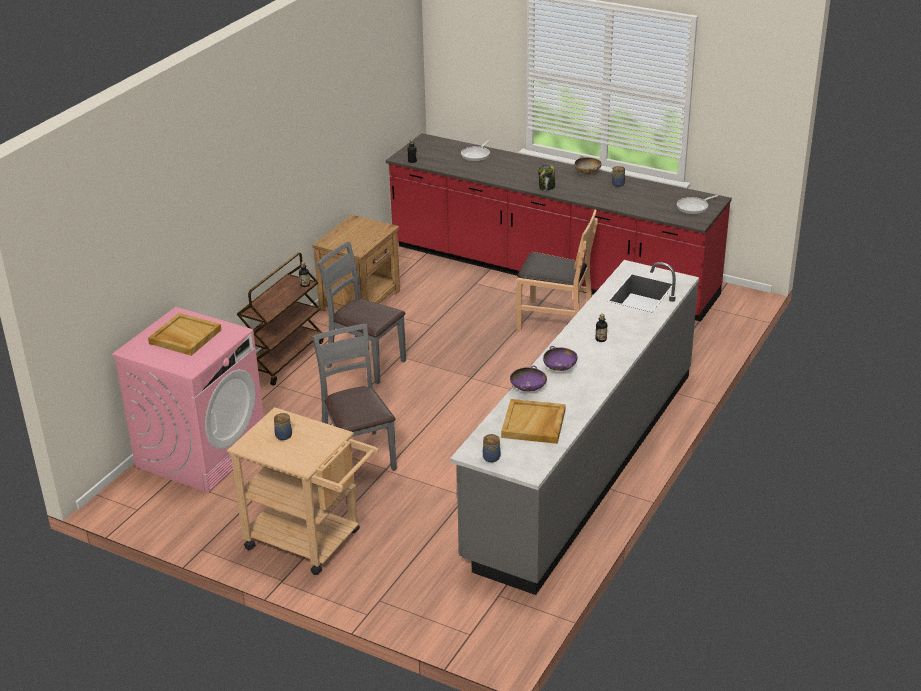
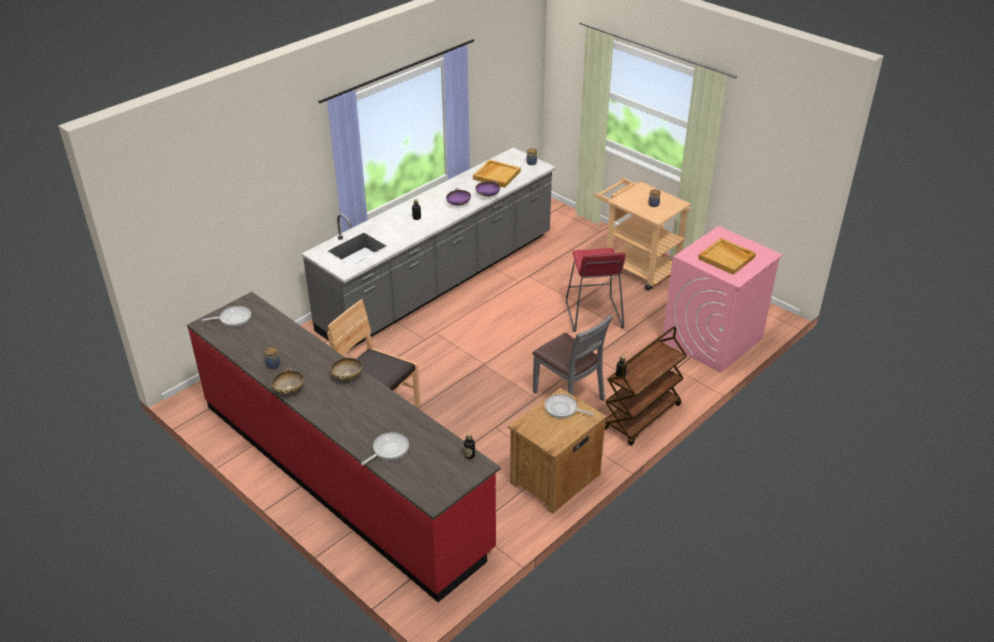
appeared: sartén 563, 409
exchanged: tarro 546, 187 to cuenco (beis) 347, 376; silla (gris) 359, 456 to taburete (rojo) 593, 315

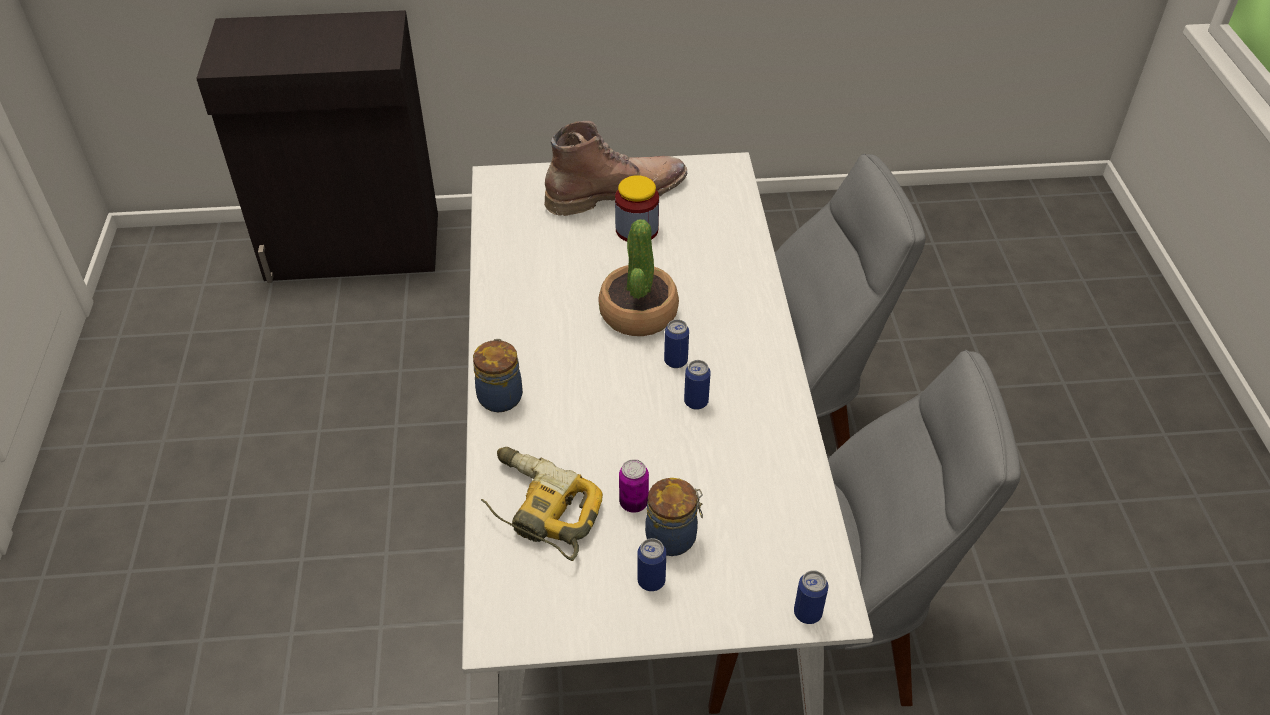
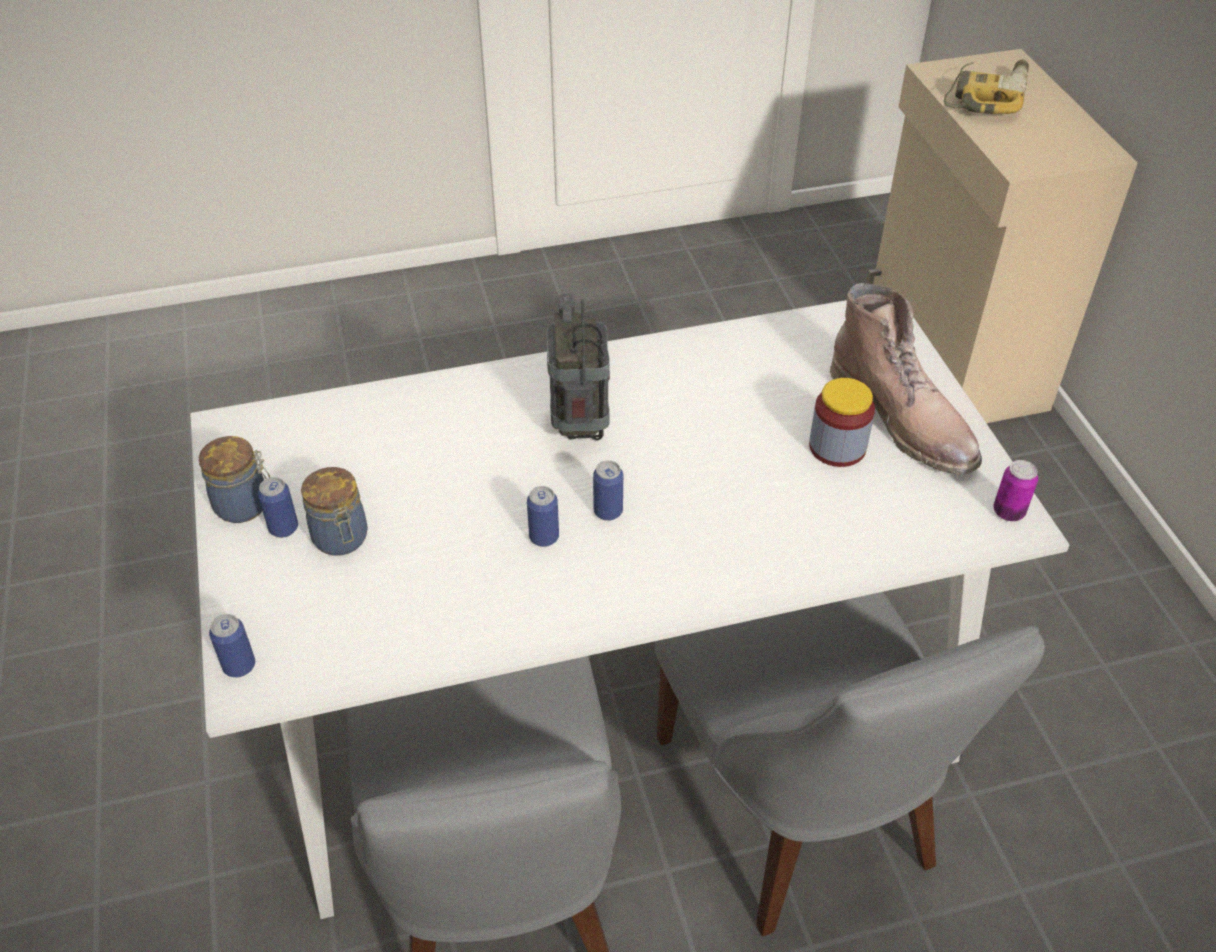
missing: planta en maceta 638, 313
appeared: radio 580, 426
relocated: tarro 500, 396 to 244, 505; taladro 537, 510 to 986, 96; lata 633, 503 to 1008, 512
colour: armario (negro) 354, 248 to armario (beis) 952, 357

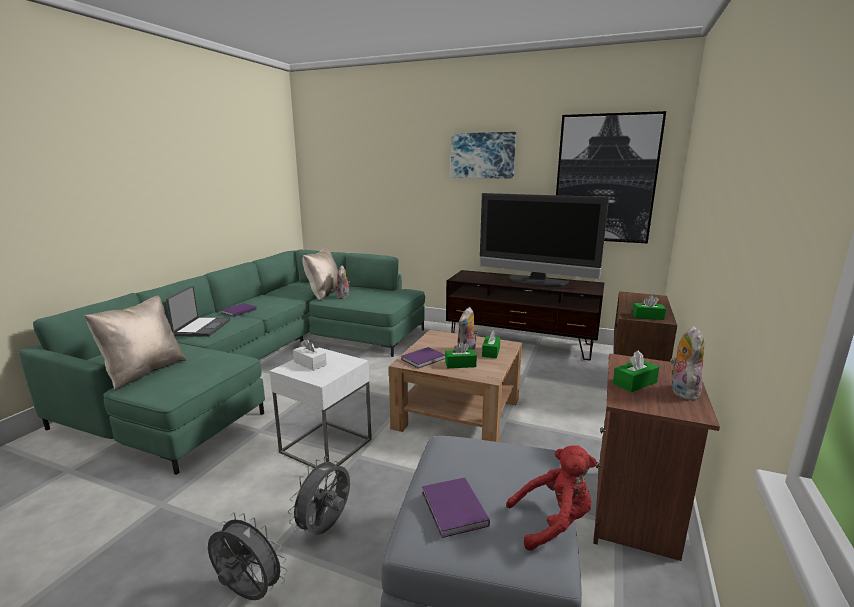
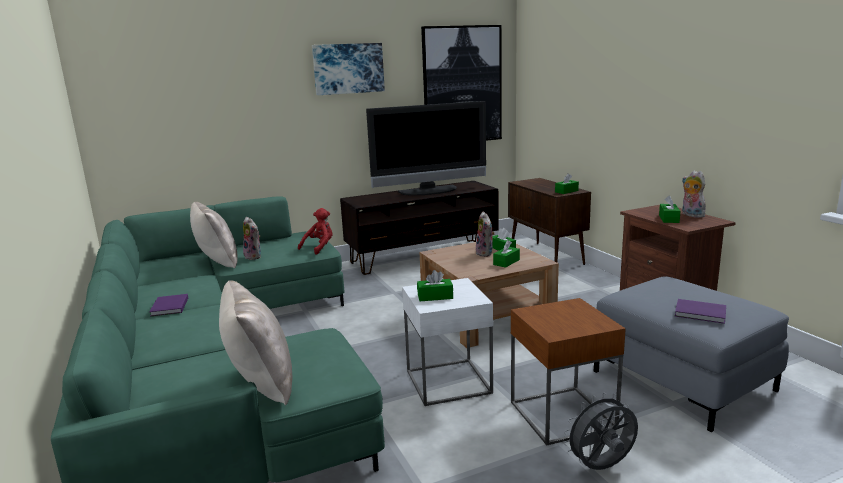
missing: portátil 201, 328; libro (morado) 424, 359
relocated: peluche (rojo) 553, 523 to 319, 247
exchanged: ventilador (gris) 326, 528 to mesa auxiliar (marrón) 562, 414
colour: caja de pañuelos (blanco) 310, 363 to caja de pañuelos (verde) 435, 296

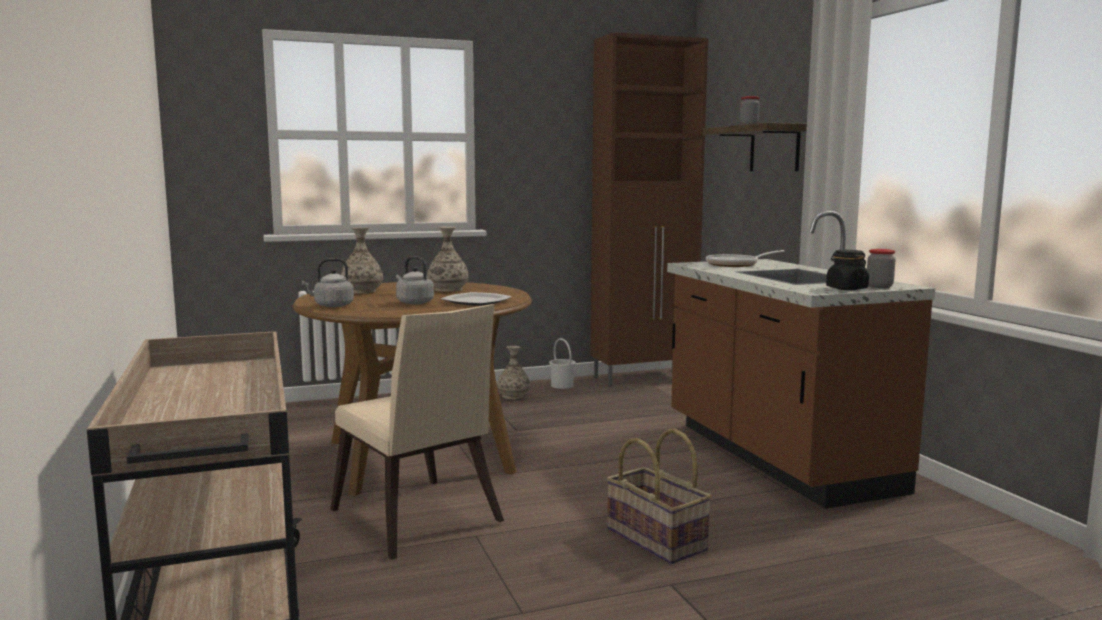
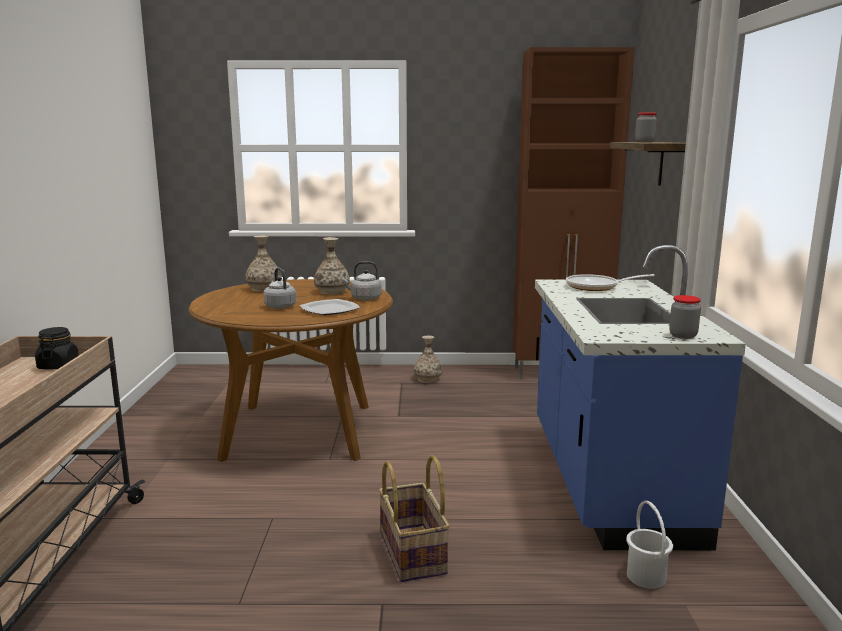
missing: silla (beis) 418, 521
relocated: tarro (negro) 846, 288 to 58, 366; hervidor (gris) 331, 306 to 364, 298; cubo (blanco) 562, 385 to 646, 576
colour: mueble bajo de cocina (marrón) 776, 457 to mueble bajo de cocina (azul) 607, 481

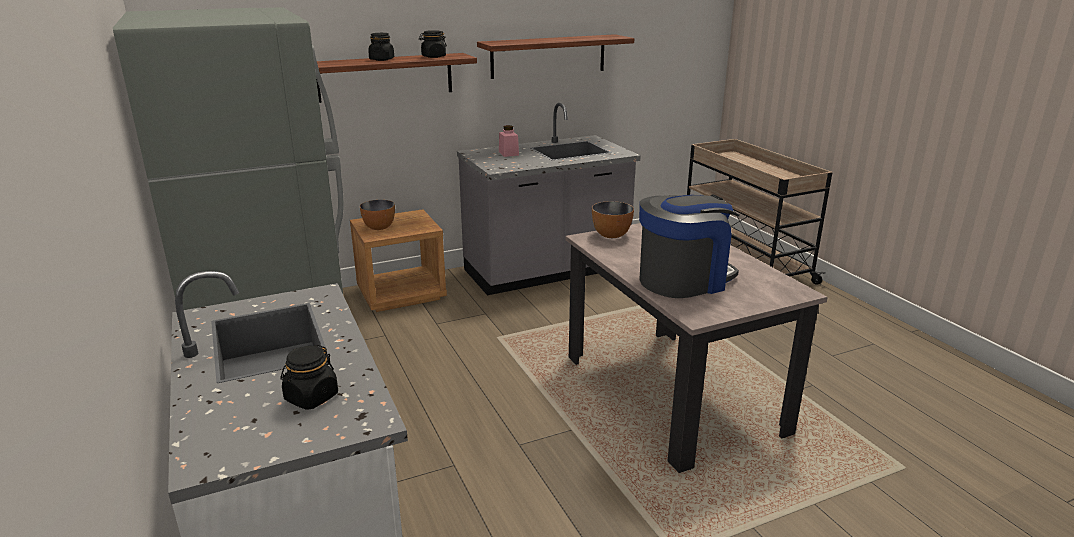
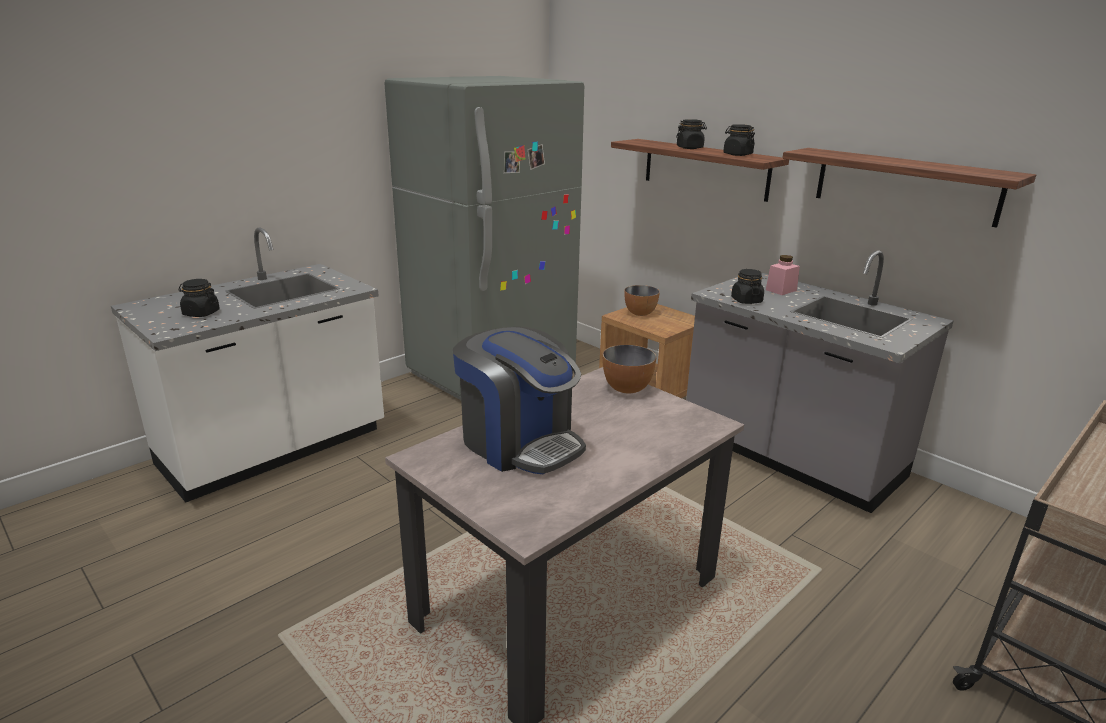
appeared: tarro (negro) 746, 300

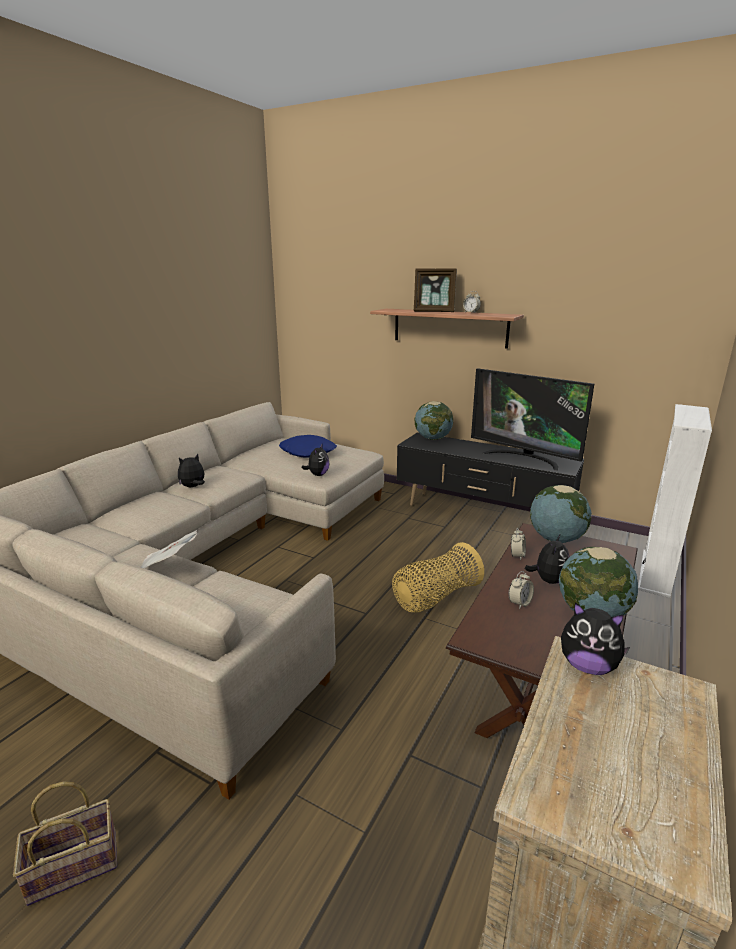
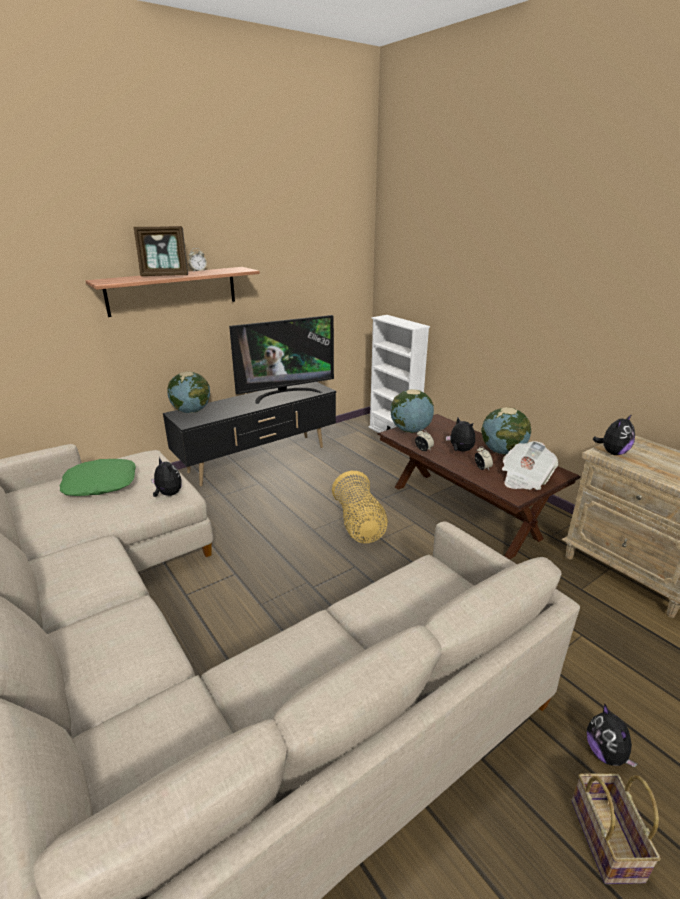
relocated: peluche 193, 487 to 606, 753; periódico 169, 565 to 524, 479
colour: cojín (azul) 308, 452 to cojín (verde) 101, 484
spun: portarretratos 434, 312 = 165, 275 45 degrees clockwise

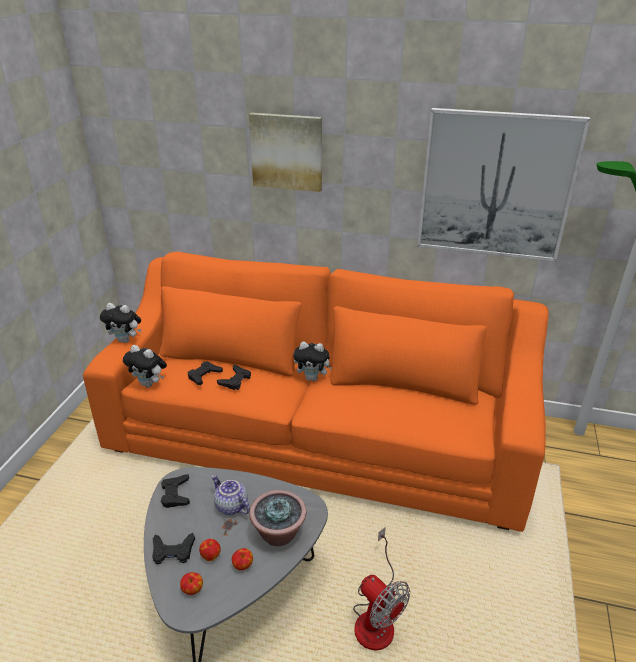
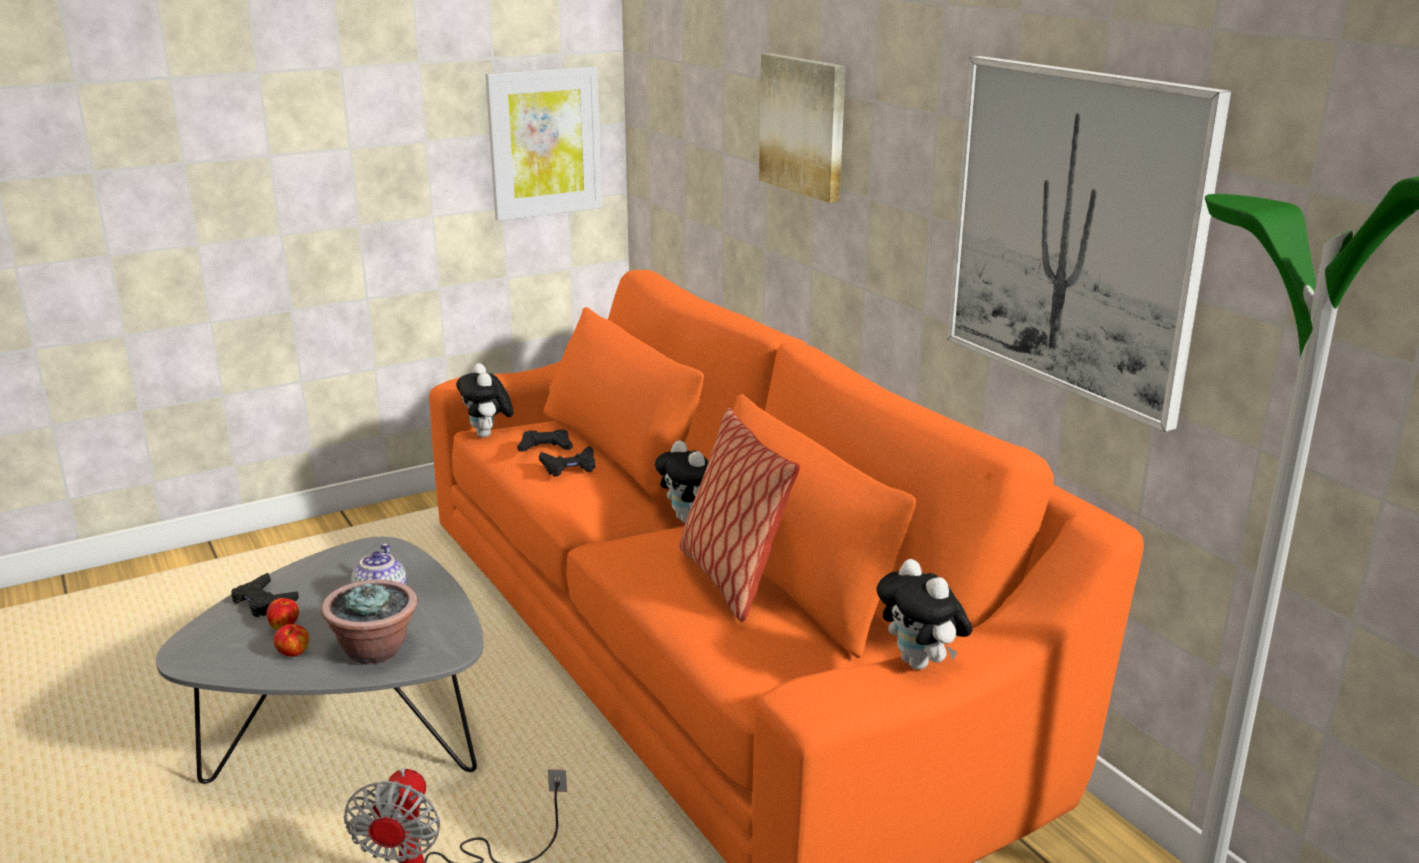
missing: mando de consola (negro) 175, 494; manzana 192, 590
appeared: cuadro 544, 142; cojín 731, 579
relocated: peluche 126, 340 to 921, 664

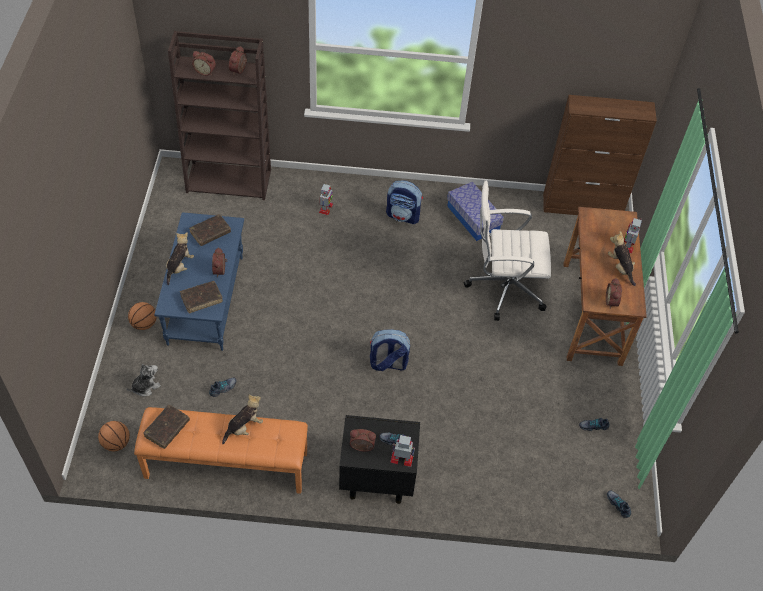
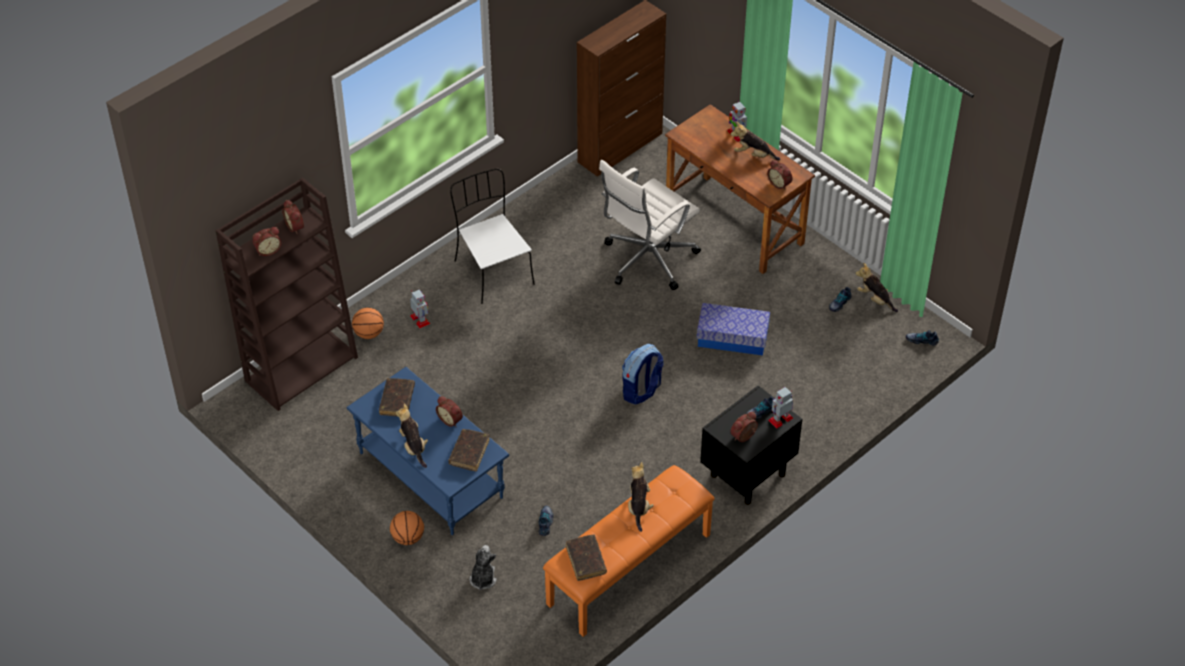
appeared: peluche 875, 299
relocated: caja de almacenaje 473, 218 to 732, 338; balón de baloncesto 116, 443 to 369, 333
exchanged: mochila 403, 215 to silla (blanco) 492, 271

